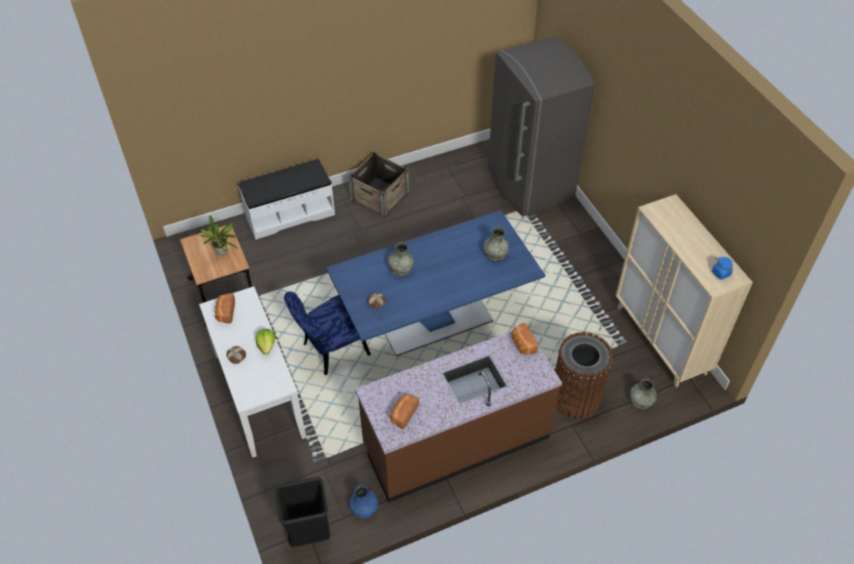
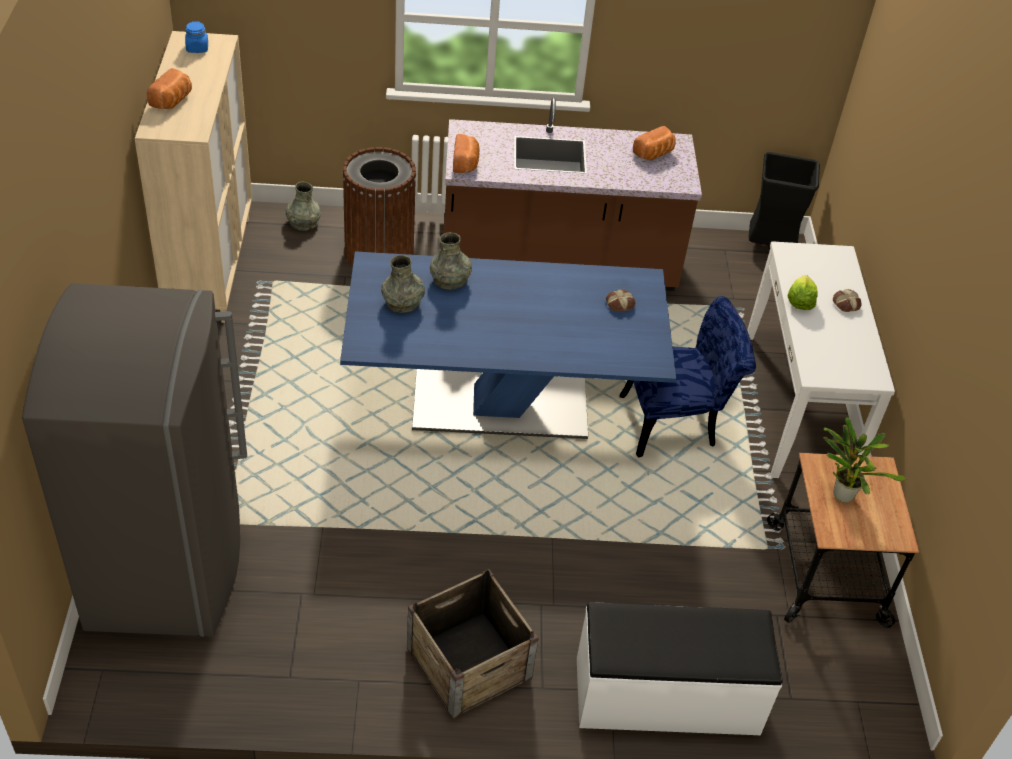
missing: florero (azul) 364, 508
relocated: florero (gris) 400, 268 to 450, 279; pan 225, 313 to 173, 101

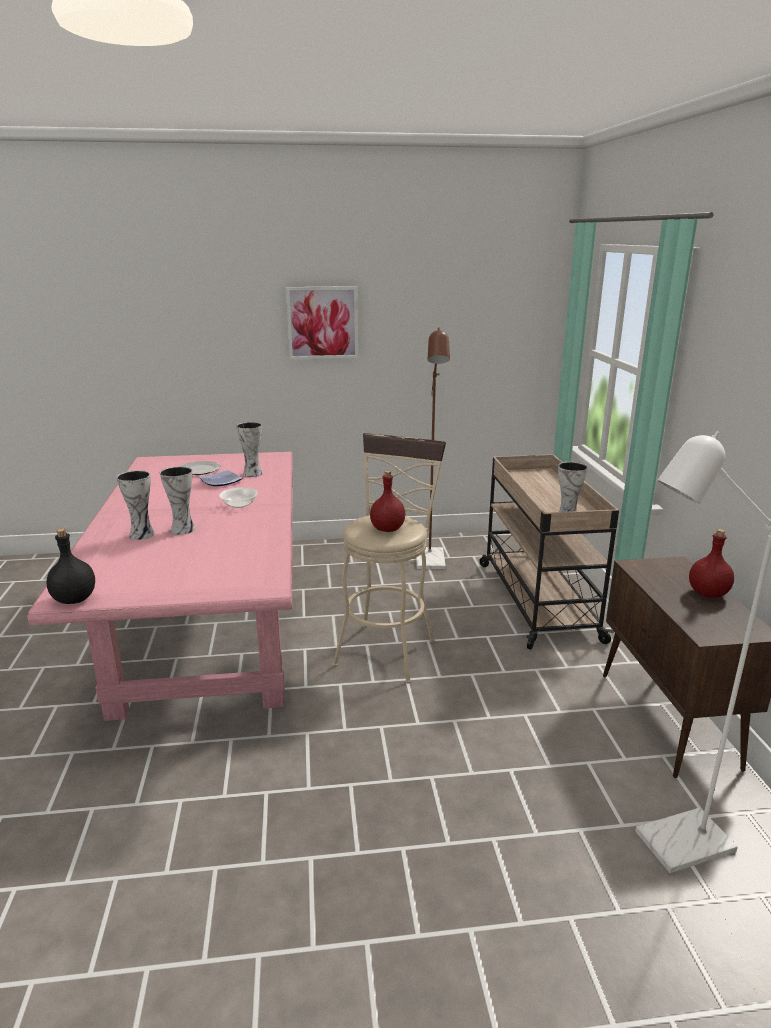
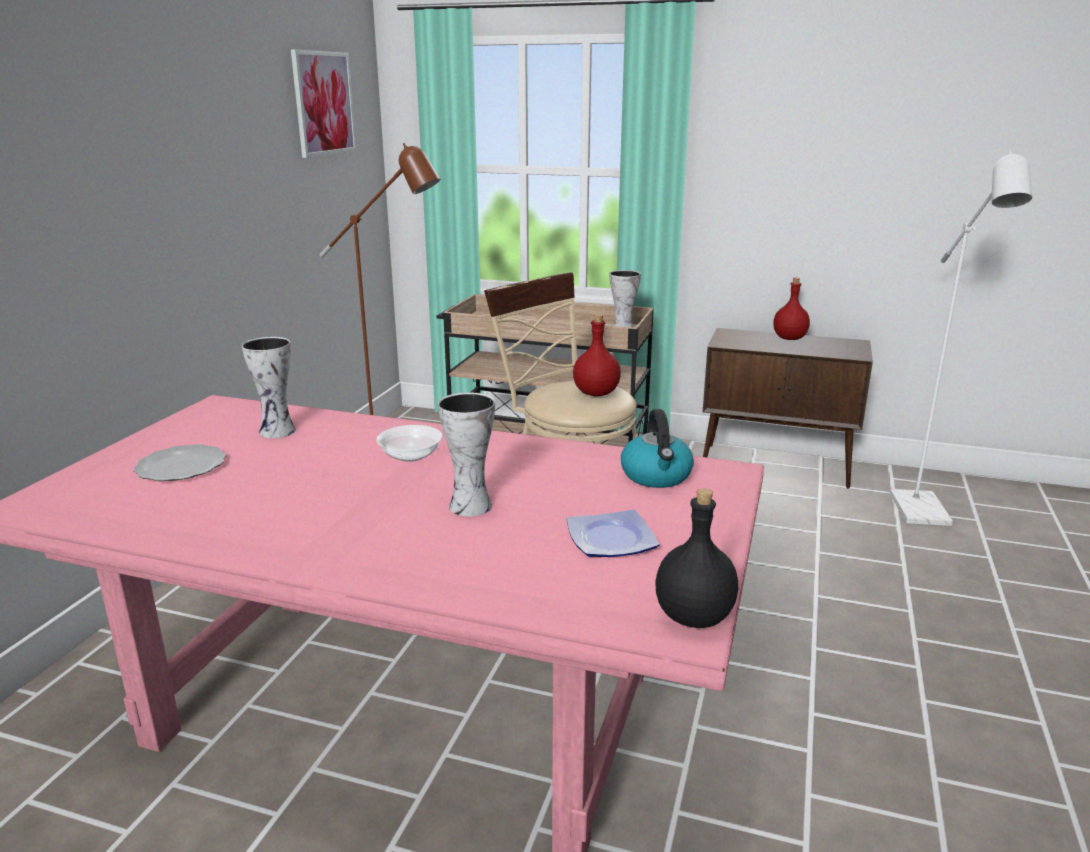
missing: florero 143, 534
appeared: hervidor 656, 476
relocated: cuadro 322, 323 to 323, 103; plato 220, 481 to 613, 540

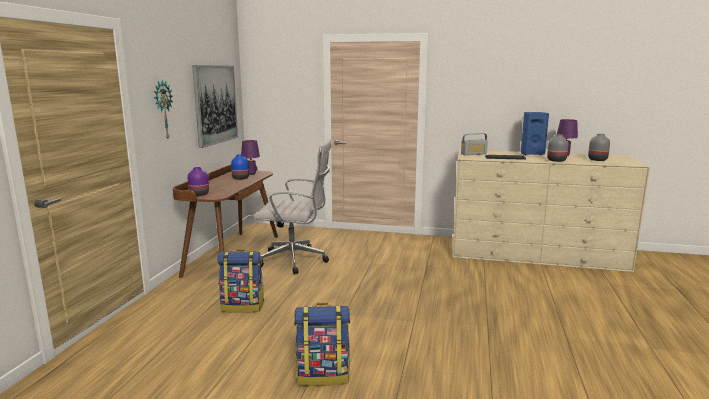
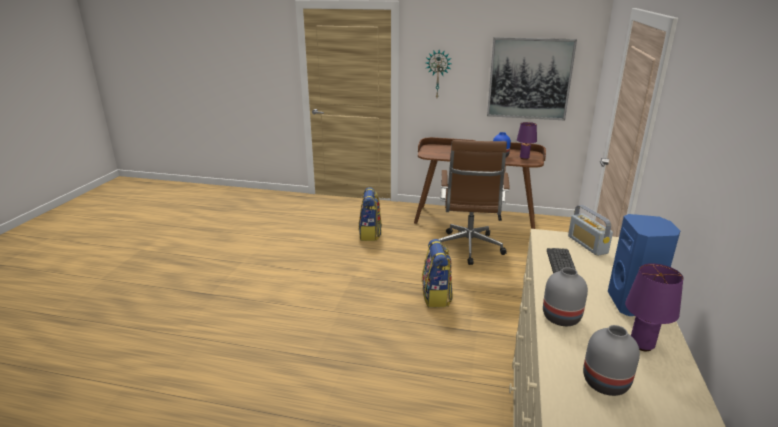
missing: florero (morado) 198, 194
relocated: mochila 323, 375 to 436, 297
colour: silla de oficina (blanco) 296, 260 to silla de oficina (marrón) 469, 249

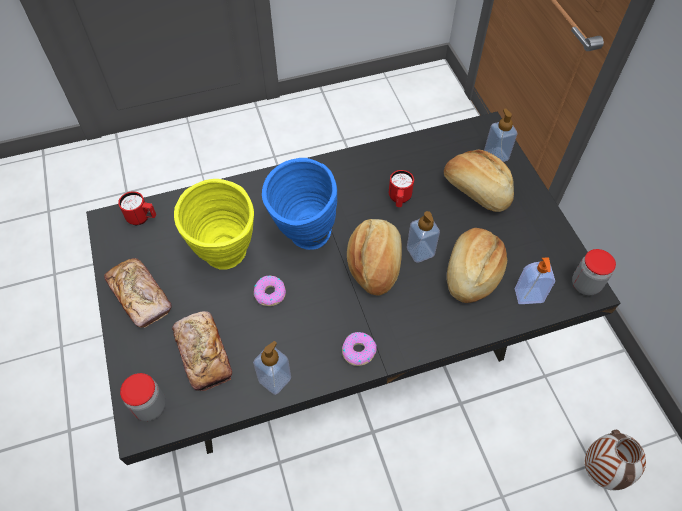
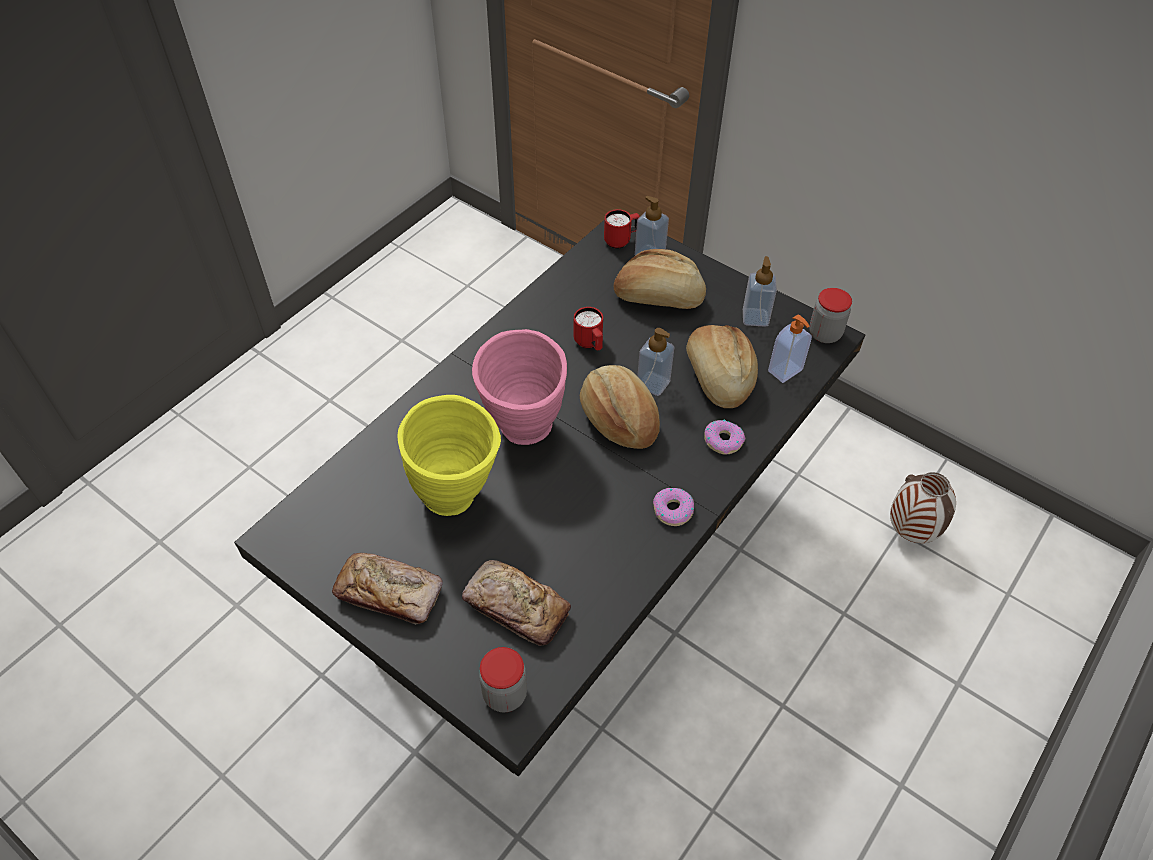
relocated: taza grande (rojo) 142, 218 to 621, 240; rosquilla 270, 293 to 723, 440; dispensador de jabón 275, 379 to 755, 317
colour: florero (azul) 304, 240 to florero (rosa) 524, 435

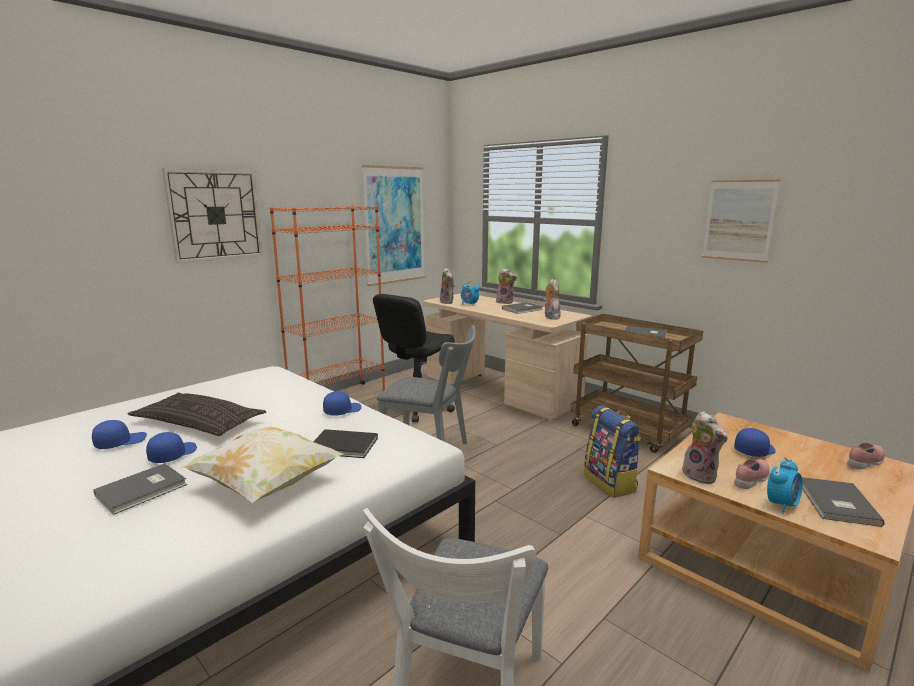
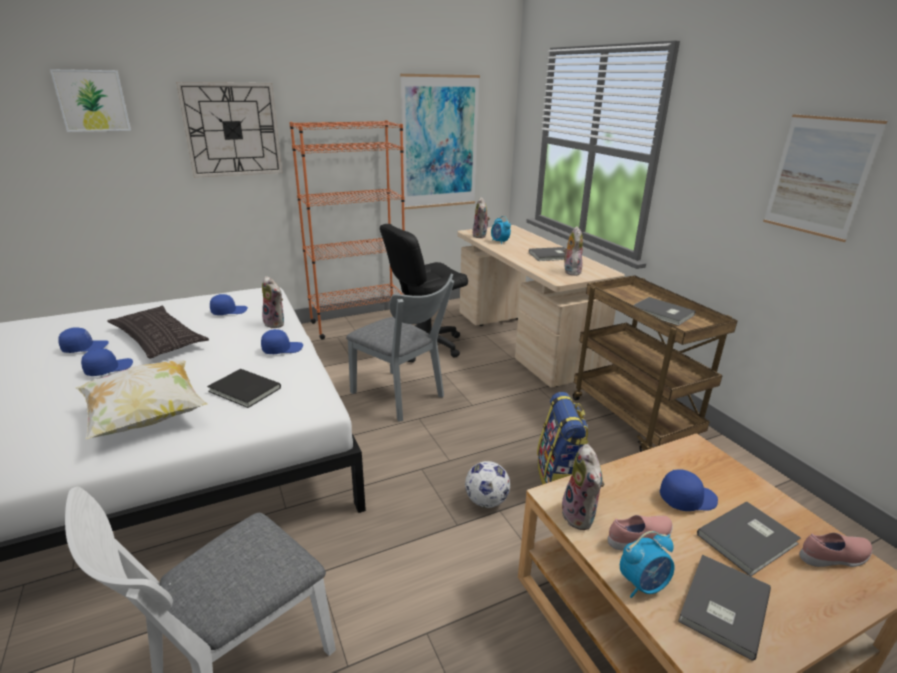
appeared: cuadro 92, 101; gorra (azul) 229, 311; balón de fútbol 486, 501
relocated: peluche 505, 302 to 276, 323; libro (gris) 143, 490 to 750, 540

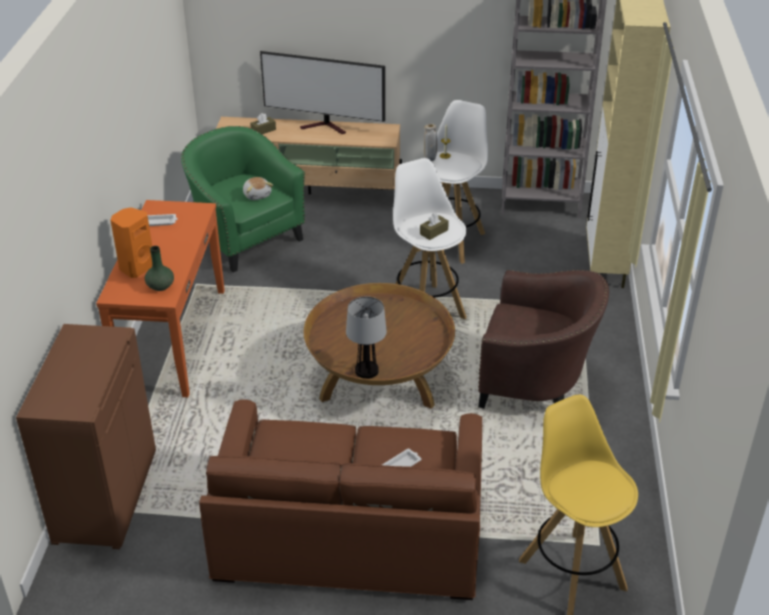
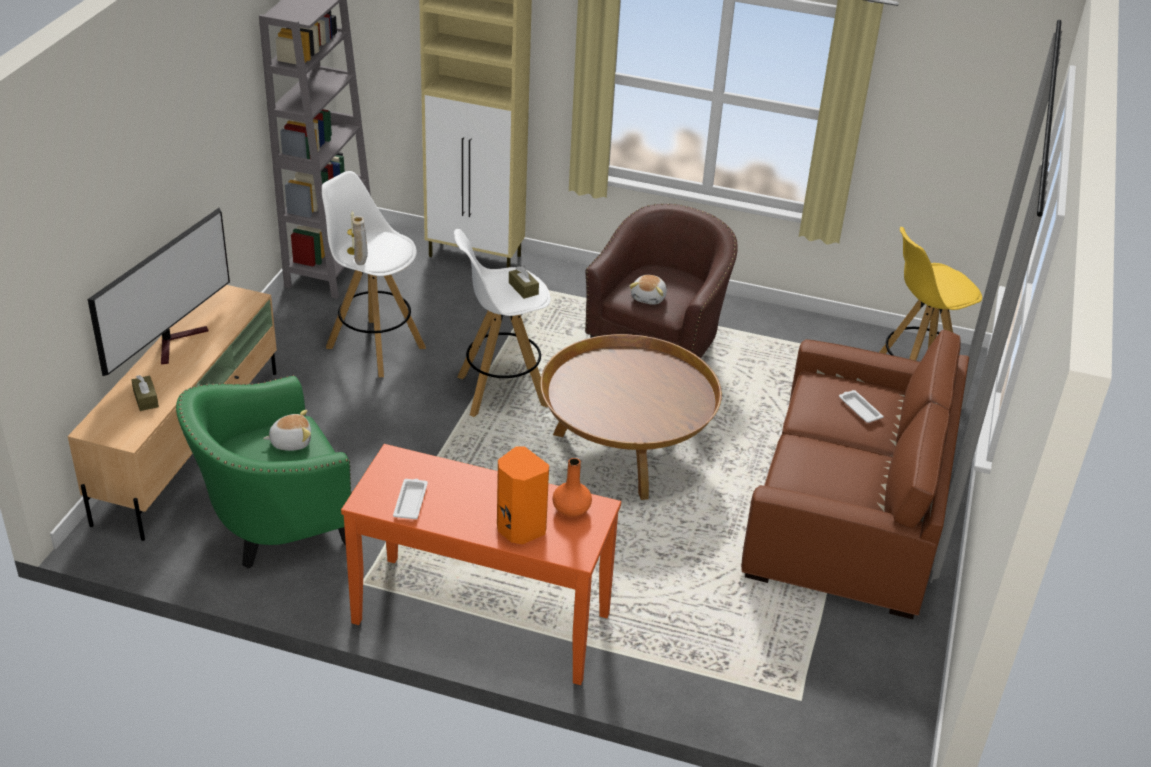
missing: lámpara de mesa 366, 370; armario (marrón) 104, 495
appeared: peluche 649, 297
colour: florero (verde) 161, 286 to florero (naranja) 571, 509

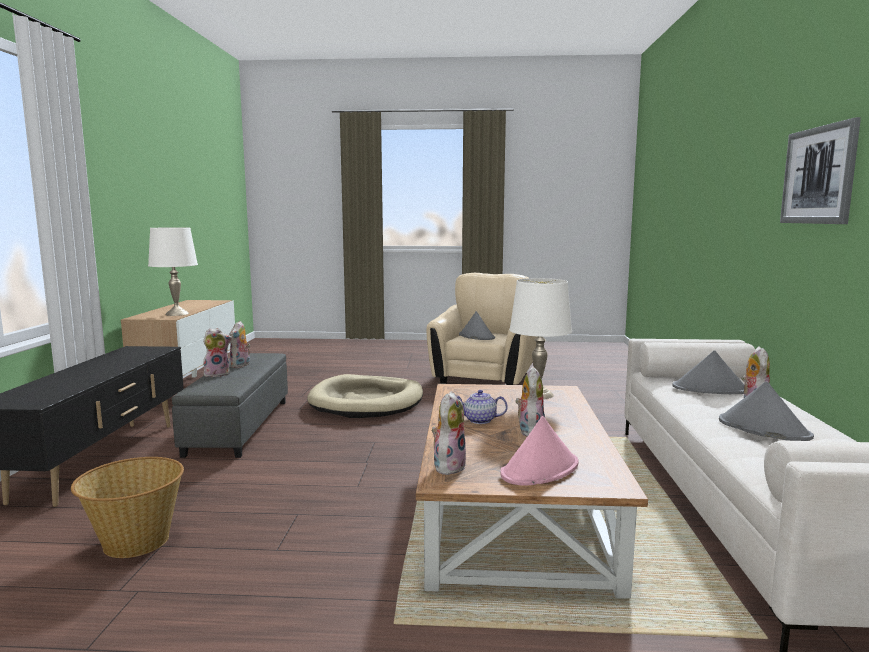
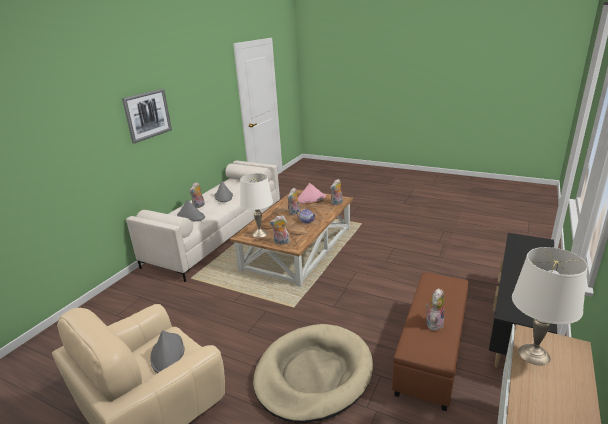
missing: cesta 135, 542
relocated: peluche 217, 374 to 281, 243
colour: puf (gris) 238, 426 to puf (marrón) 432, 352

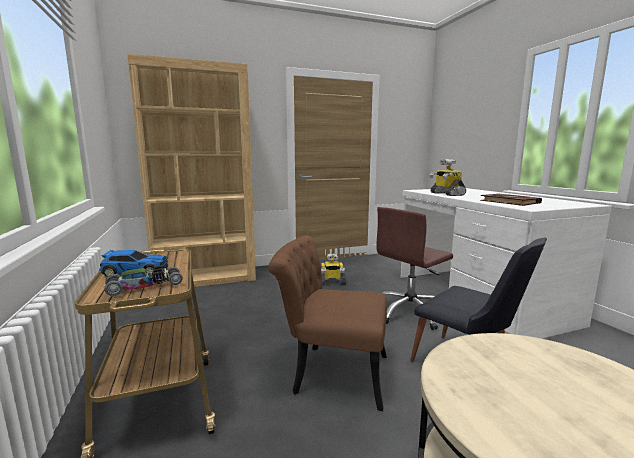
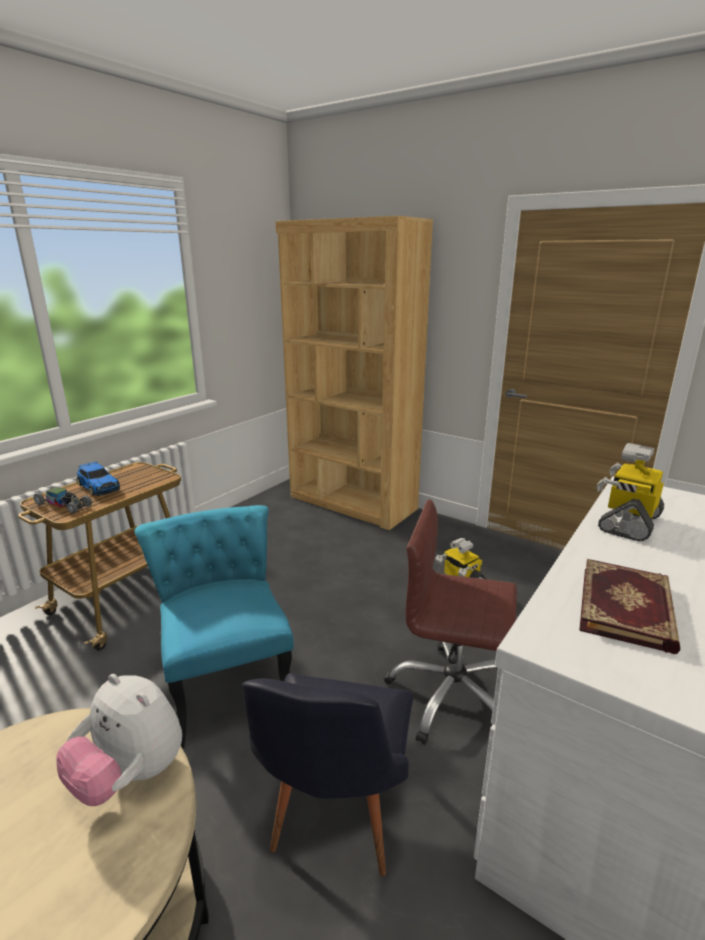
appeared: peluche 130, 776
colour: silla (marrón) 330, 373 to silla (turquesa) 227, 680

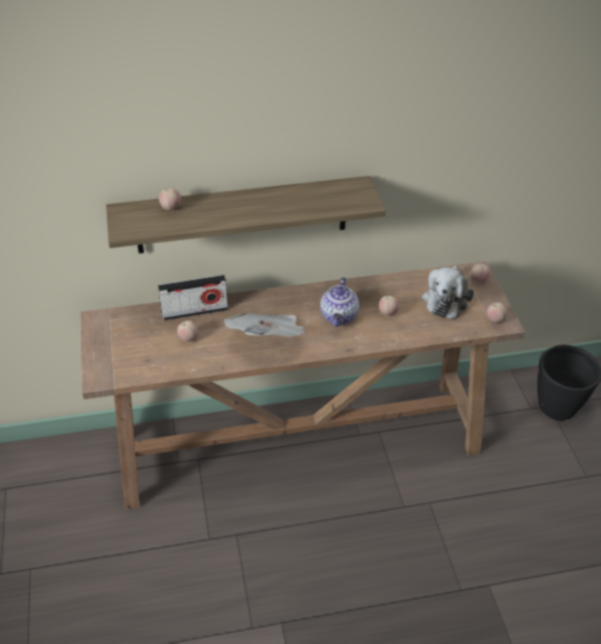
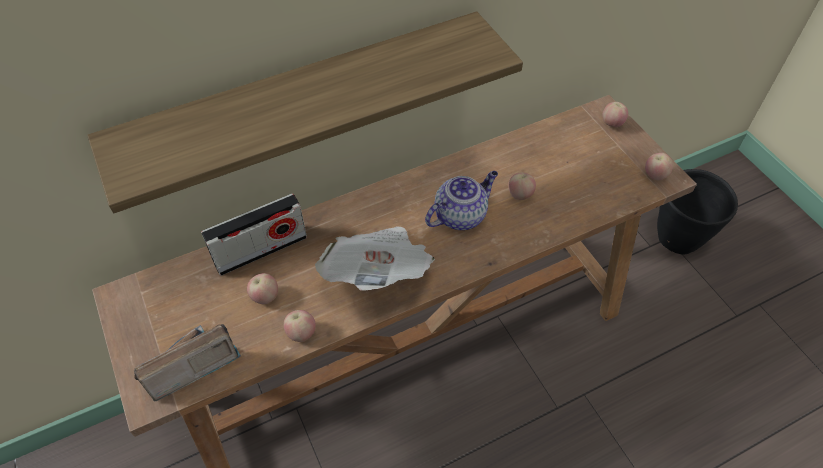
missing: peluche 446, 299
appeared: radio 188, 366
relocated: manzana 171, 208 to 301, 333
spun: tetera 339, 317 = 460, 215 120 degrees counterclockwise

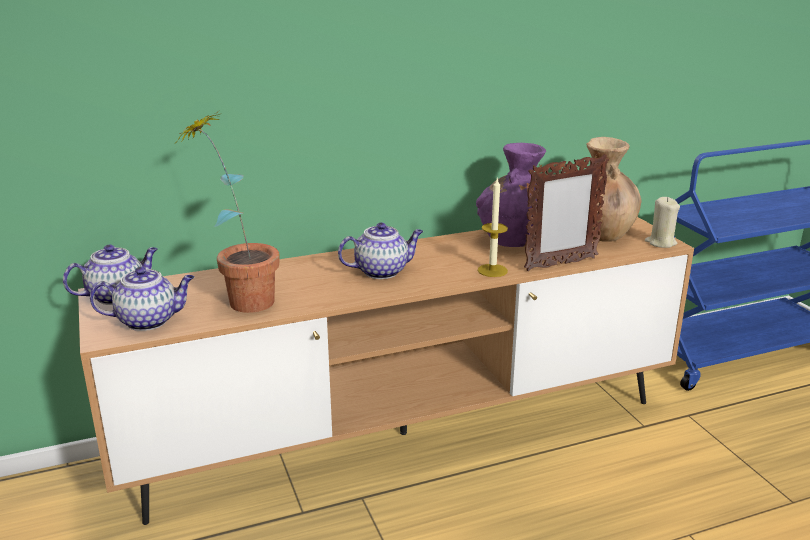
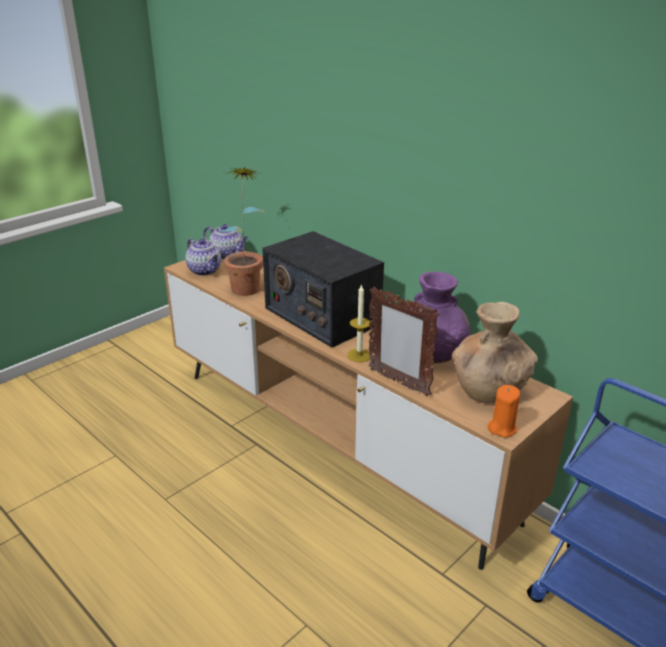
exchanged: tetera 382, 271 to radio 321, 316
colour: vela (beis) 660, 243 to vela (naranja) 502, 428

